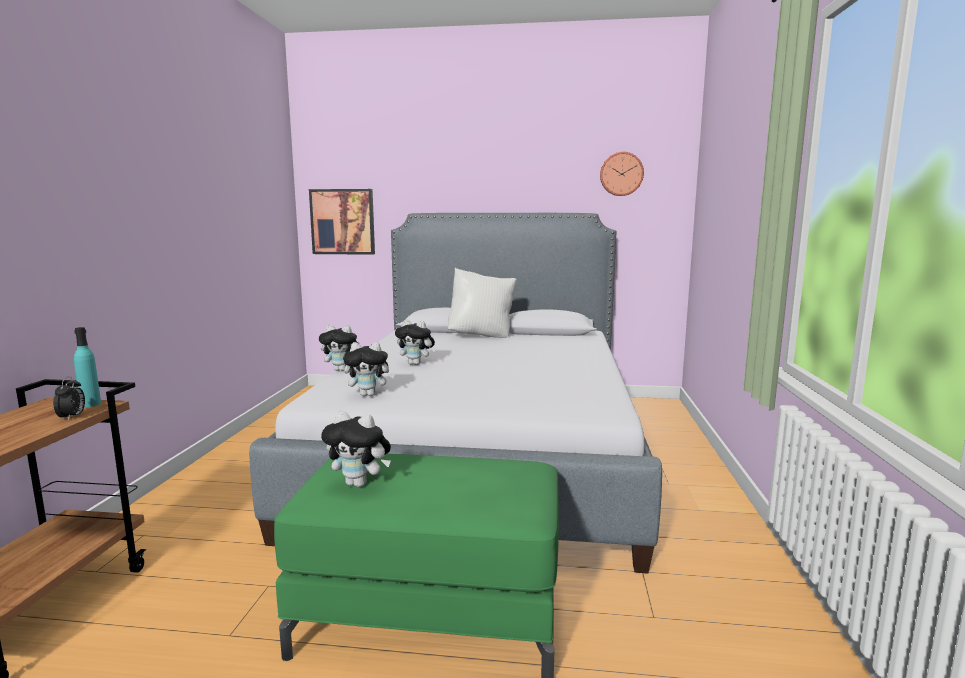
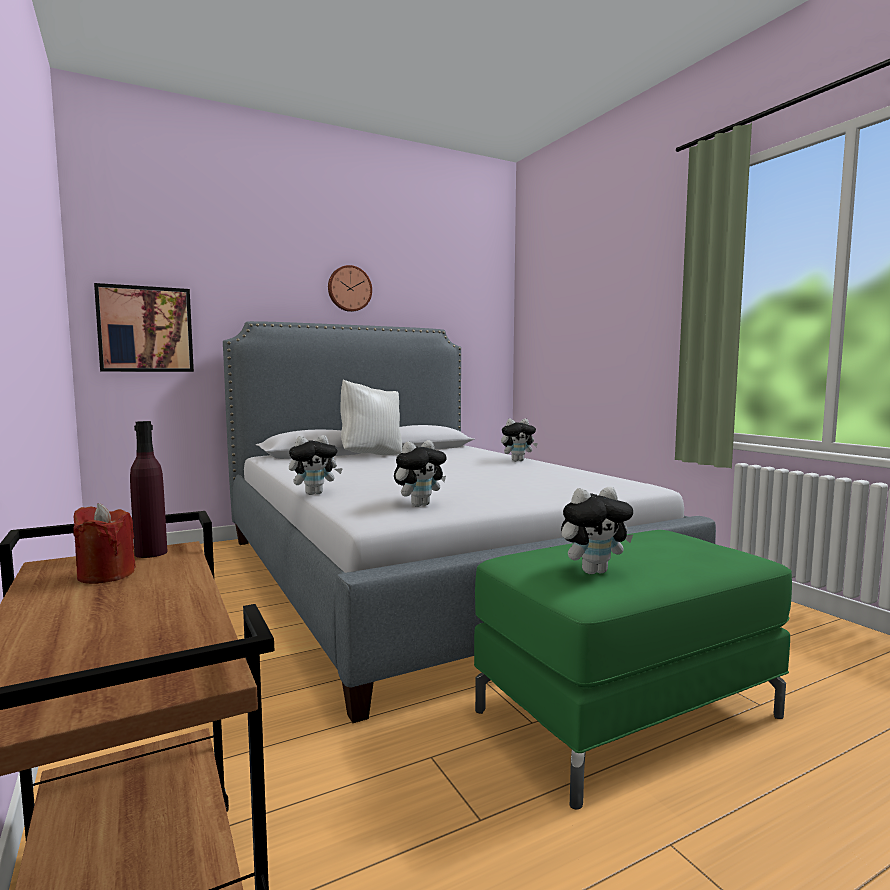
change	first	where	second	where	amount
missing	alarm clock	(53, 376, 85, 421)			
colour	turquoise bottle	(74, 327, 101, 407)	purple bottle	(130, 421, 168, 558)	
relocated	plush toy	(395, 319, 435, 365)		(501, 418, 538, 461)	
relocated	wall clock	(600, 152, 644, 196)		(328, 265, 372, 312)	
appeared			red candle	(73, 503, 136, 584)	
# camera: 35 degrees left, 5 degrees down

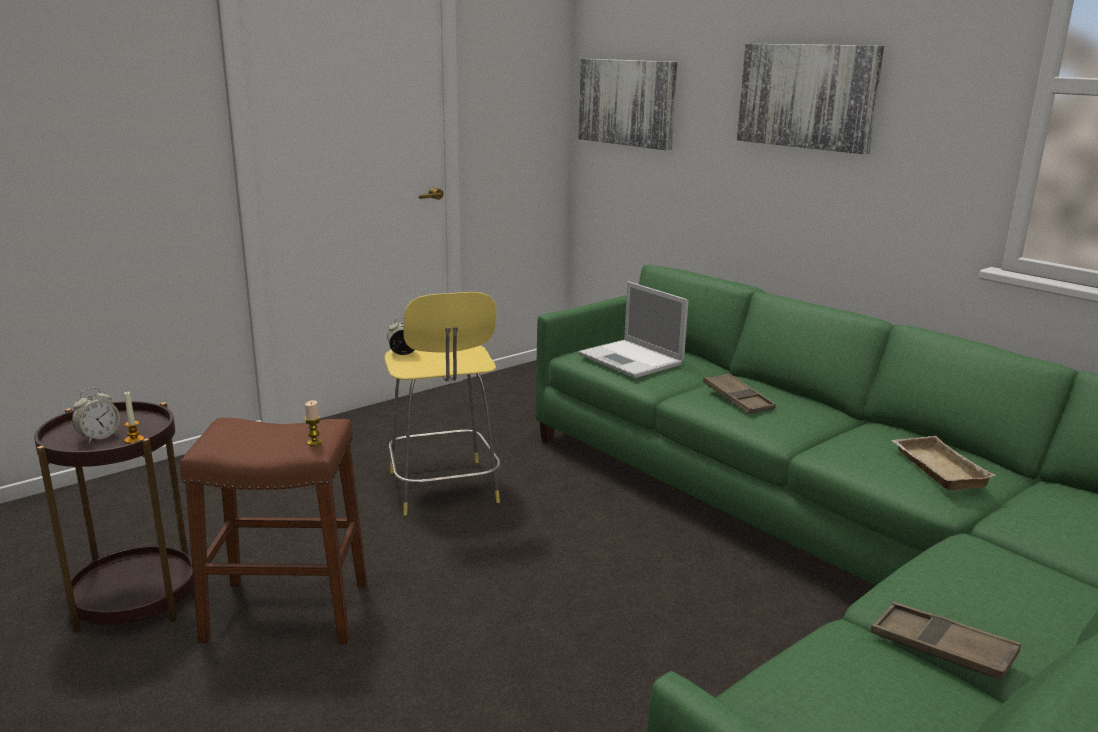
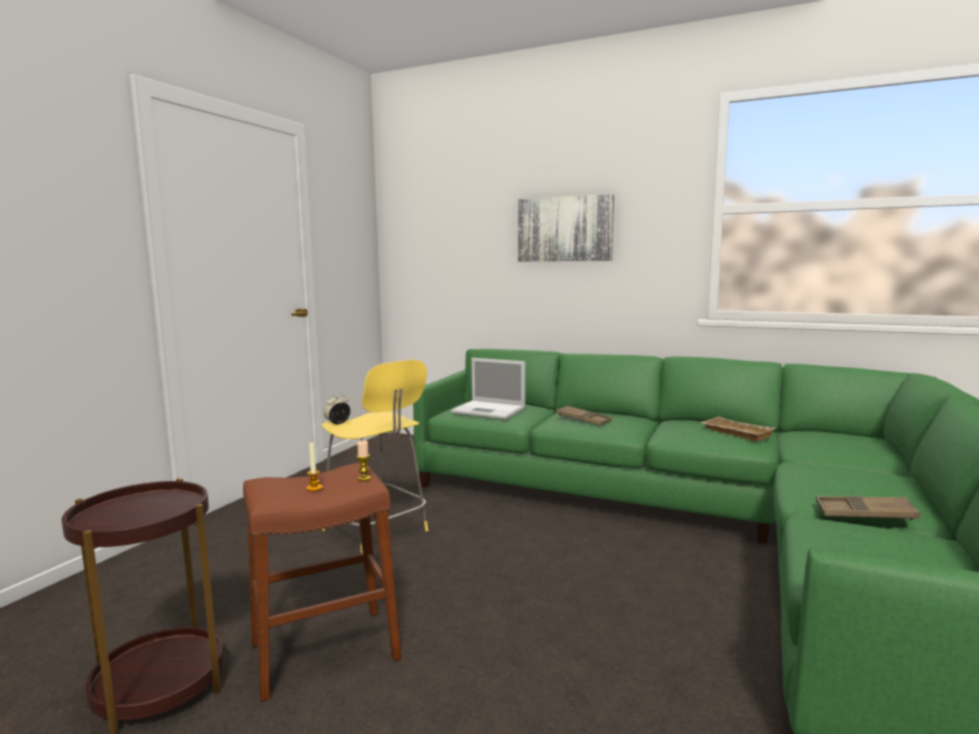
change	first	where	second	where	amount
missing	alarm clock	(72, 387, 120, 443)			
relocated	candle	(124, 391, 144, 444)		(306, 441, 323, 492)	
missing	picture	(579, 59, 677, 150)			
# camera: 25 degrees left, 10 degrees down

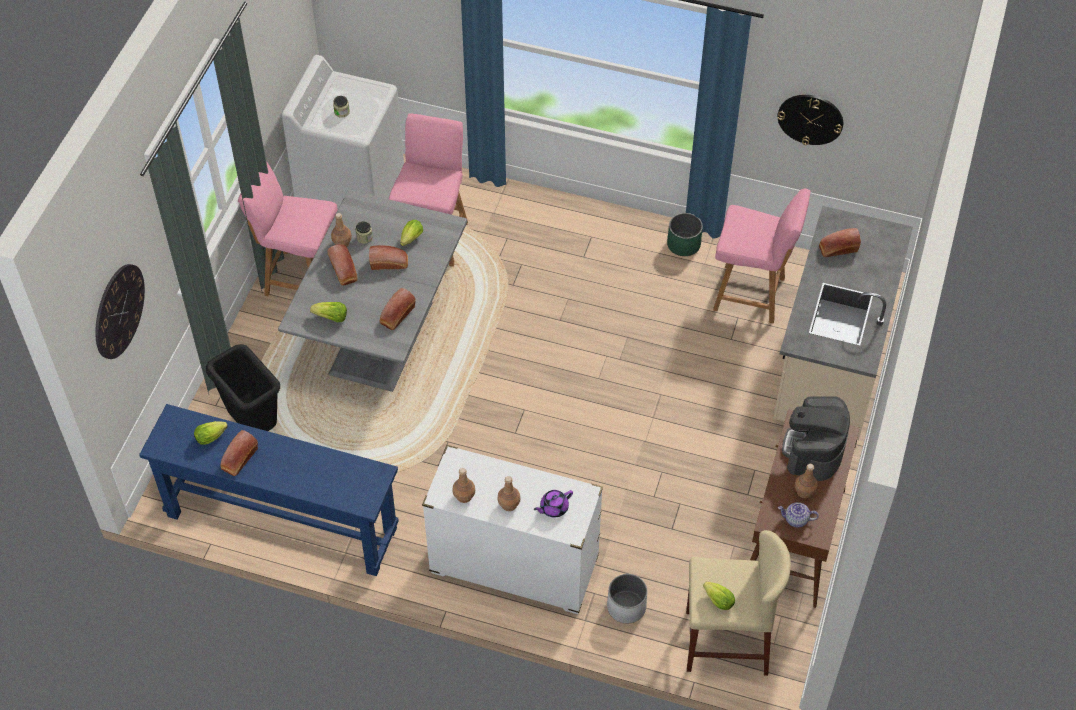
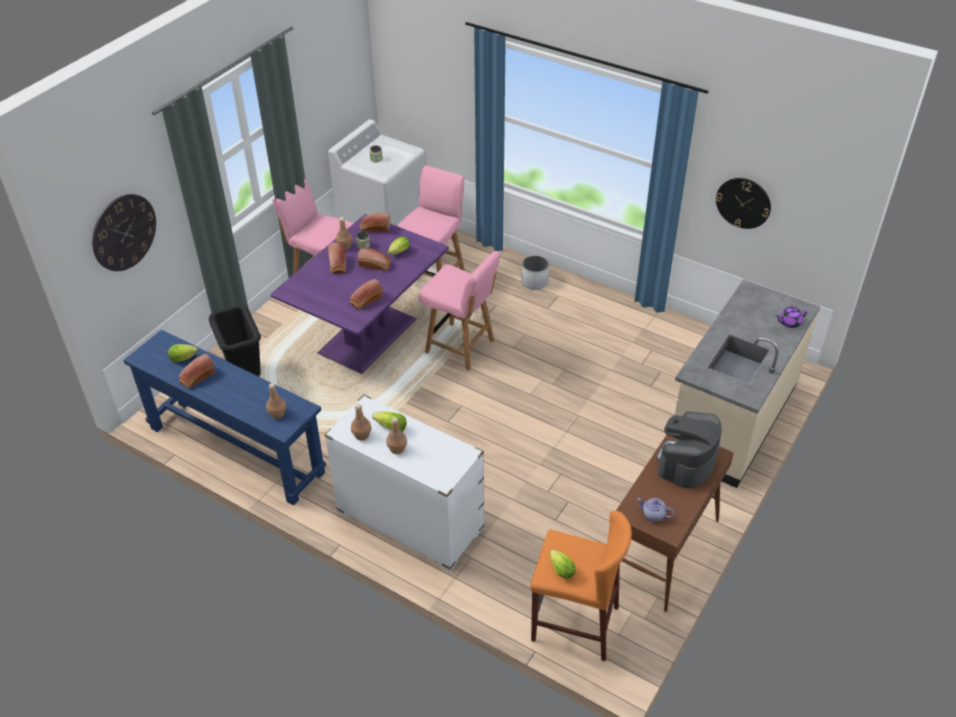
change	first	where	second	where	amount
colour	grey dining table	(278, 190, 467, 392)	purple dining table	(271, 214, 449, 374)	
relocated	lettuce	(310, 302, 347, 322)		(372, 411, 407, 432)	
relocated	purple teapot	(534, 490, 573, 518)		(776, 307, 808, 328)	
relocated	white planter	(607, 574, 647, 623)		(521, 255, 549, 290)	
missing	green planter	(667, 213, 703, 256)			
colour	beige stool	(686, 530, 791, 676)	orange stool	(530, 511, 632, 661)	
relocated	pink chair	(713, 189, 811, 323)		(419, 251, 501, 371)	
relocated	brown bottle	(795, 464, 818, 498)		(266, 383, 286, 419)	
relocated	bread	(819, 228, 861, 257)		(360, 213, 390, 233)	
# camera: 15 degrees right, 10 degrees down

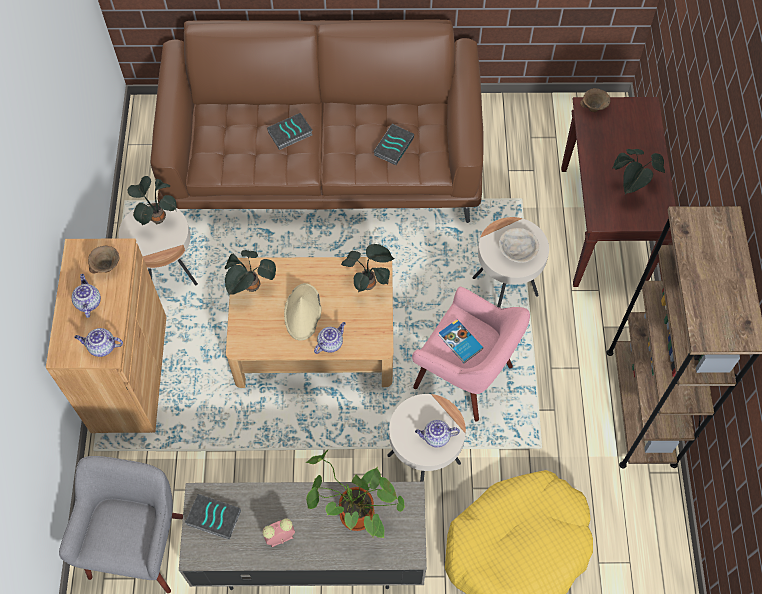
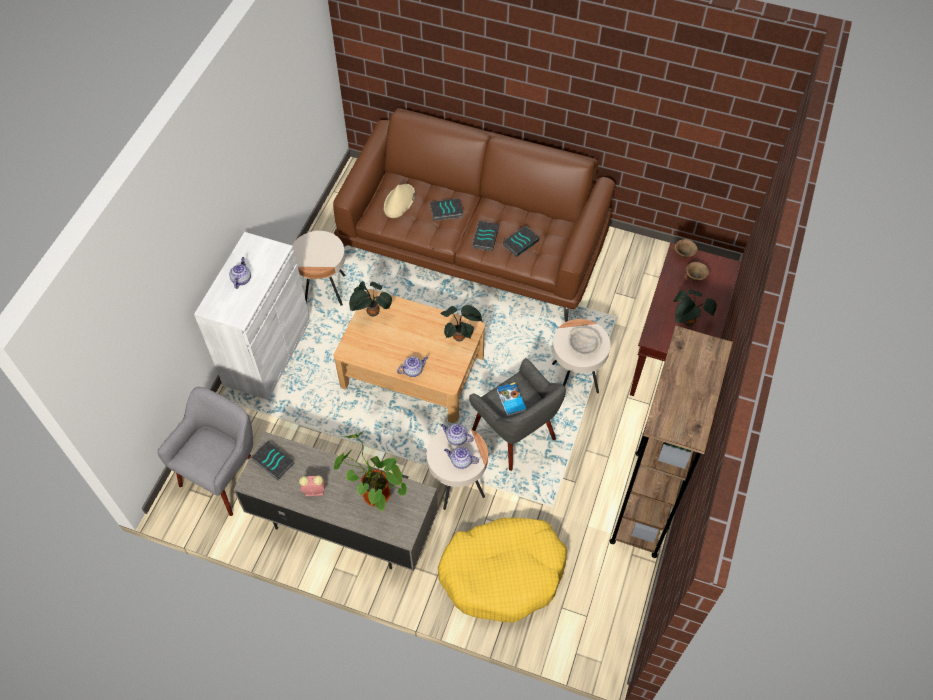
change	first	where	second	where	amount
colour	brown cabinet	(46, 238, 166, 433)	white cabinet	(194, 232, 310, 400)	
relocated	teapot	(74, 328, 123, 357)		(441, 424, 474, 446)	
relocated	brown bowl	(88, 246, 120, 273)		(684, 262, 709, 282)	
missing	potted plant	(128, 176, 177, 226)			
relocated	beige hat	(284, 283, 321, 341)		(384, 184, 415, 218)	
colour	pink armchair	(412, 287, 530, 422)	grey armchair	(469, 358, 566, 471)	
appeared			book	(472, 221, 499, 251)	
# camera: 20 degrees right, 5 degrees down

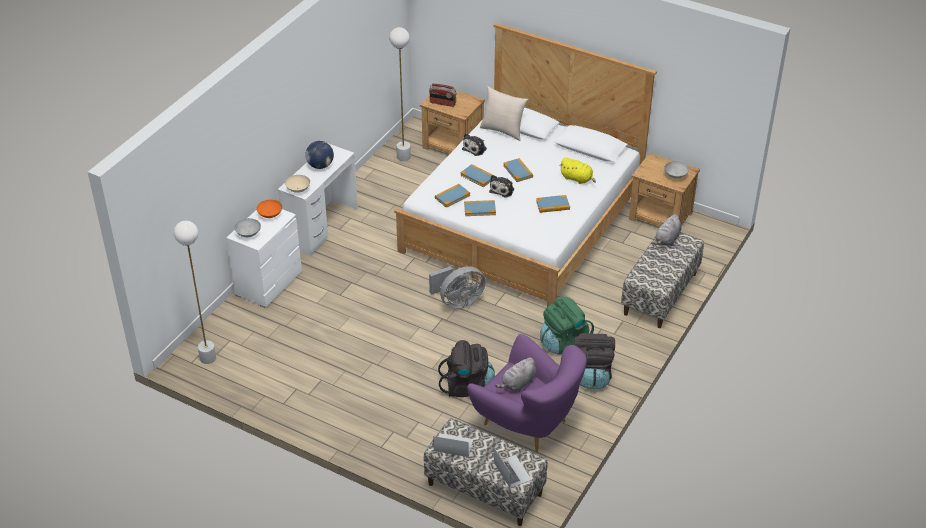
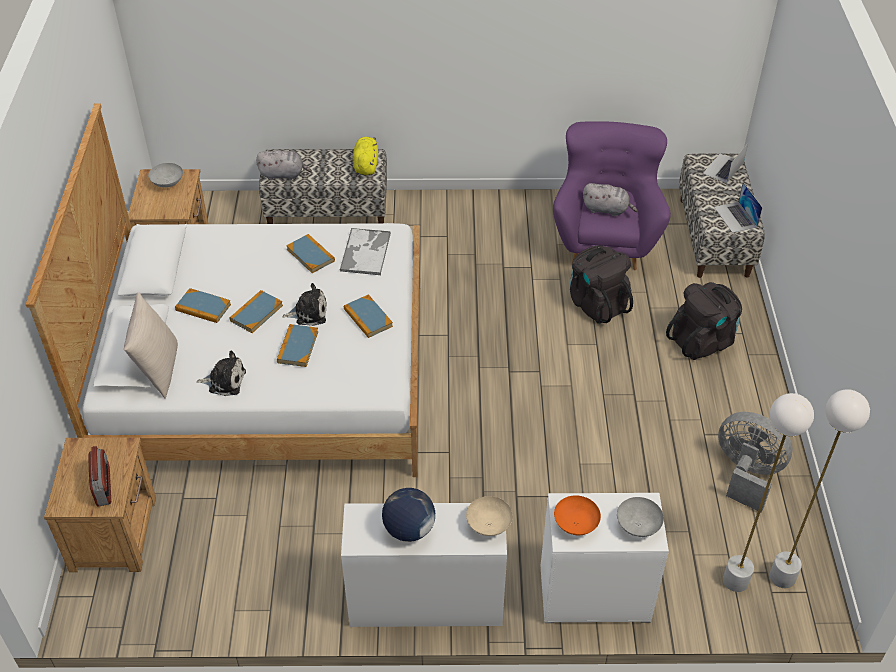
change	first	where	second	where	amount
relocated	white floor lamp	(389, 27, 411, 161)		(723, 393, 814, 592)	
relocated	grey fan	(429, 266, 486, 309)		(718, 412, 793, 512)	
relocated	book	(435, 184, 470, 208)		(175, 288, 231, 323)	
missing	green backpack	(540, 297, 594, 354)			
relocated	yellow plush toy	(559, 158, 596, 184)		(353, 137, 378, 175)	
relocated	black backpack	(574, 333, 615, 389)		(666, 282, 742, 360)	
appeared			tray	(340, 227, 391, 275)	
# camera: 120 degrees left, 5 degrees up

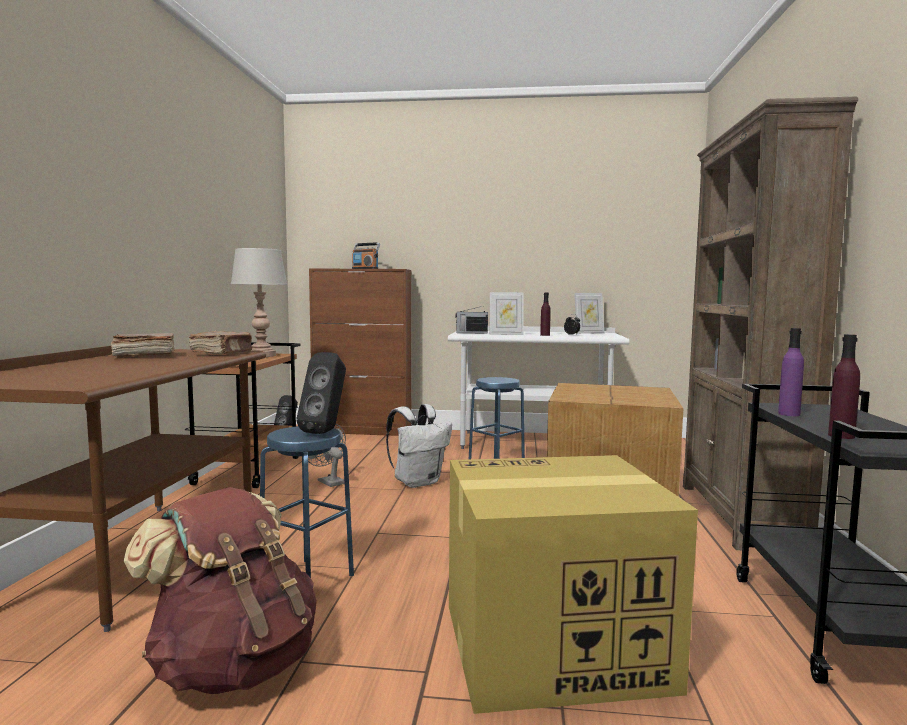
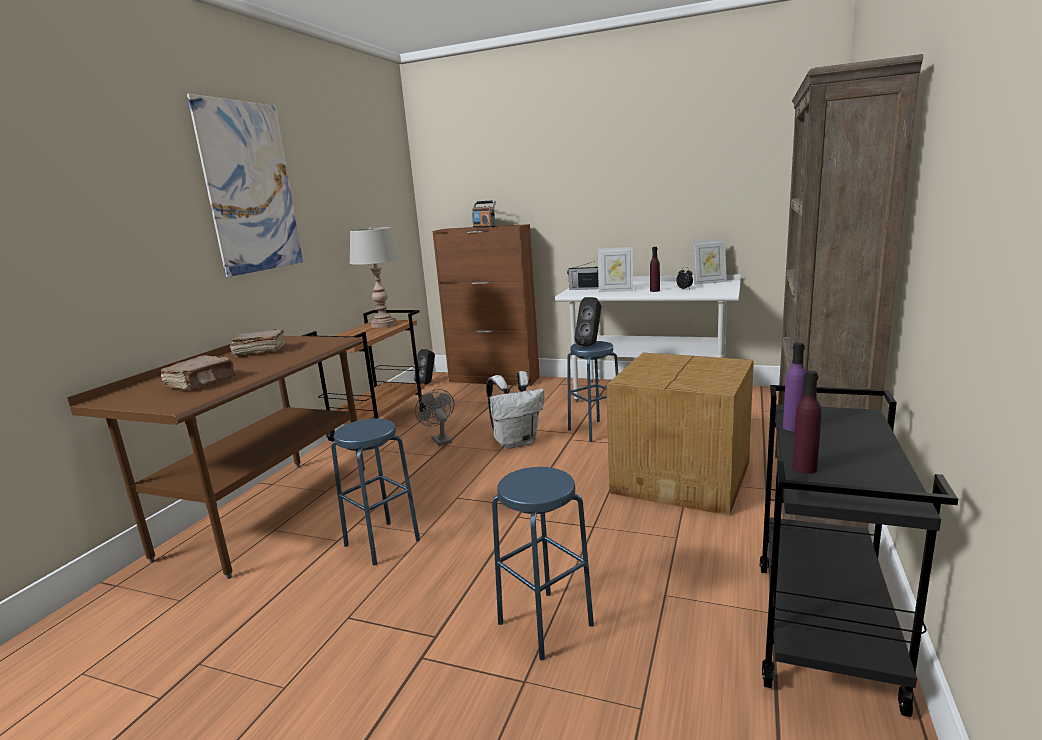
change	first	where	second	where	amount
missing	brown backpack	(124, 487, 317, 694)			
relocated	brown book	(189, 331, 252, 354)		(160, 355, 235, 390)	
relocated	black speaker	(296, 352, 346, 434)		(574, 297, 601, 346)	
exchanged	cardboard box	(449, 455, 698, 714)	blue stool	(492, 467, 594, 660)	
appeared			picture	(187, 94, 303, 277)	
# camera: 15 degrees right, 10 degrees up

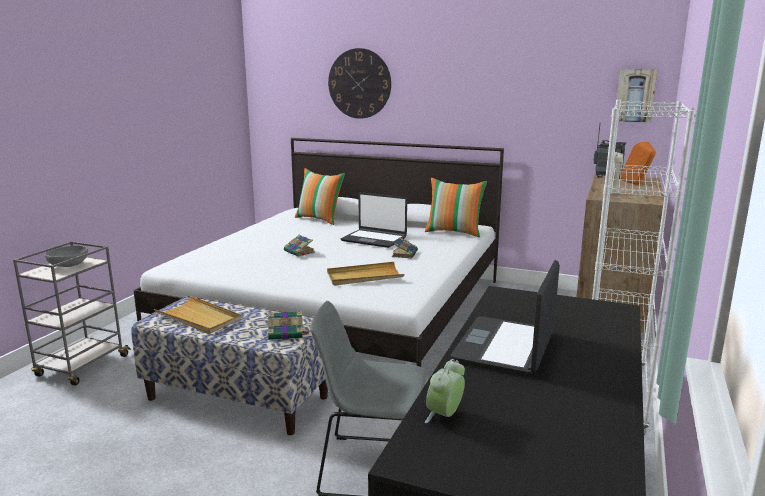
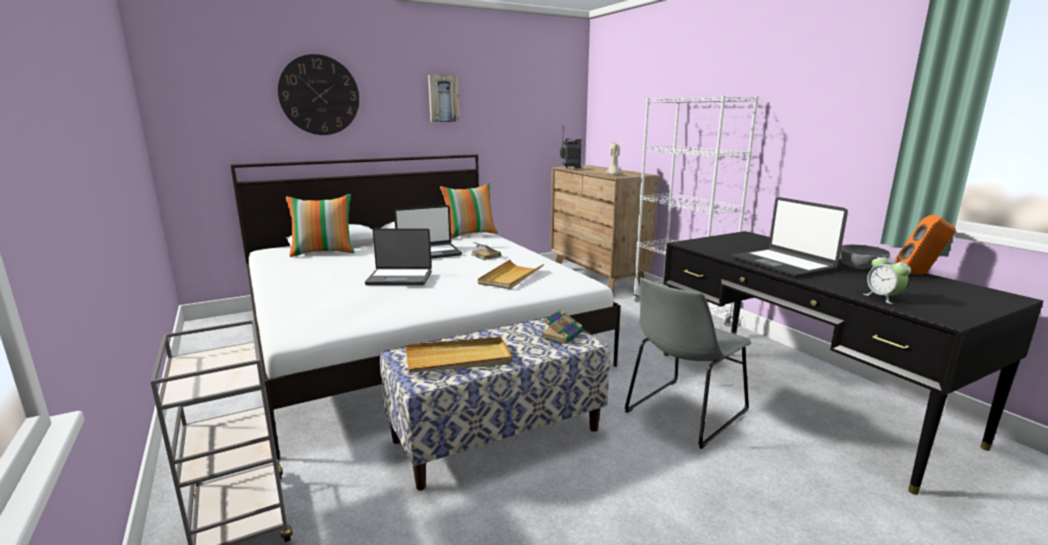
change	first	where	second	where	amount
relocated	grey bowl	(45, 245, 88, 267)		(839, 245, 890, 269)	
exchanged	book	(284, 235, 315, 257)	laptop	(365, 228, 432, 285)	
relocated	picture	(617, 69, 657, 123)		(428, 75, 459, 122)	
relocated	orange speaker	(621, 142, 656, 185)		(895, 215, 956, 275)	
# camera: 50 degrees left, 0 degrees up

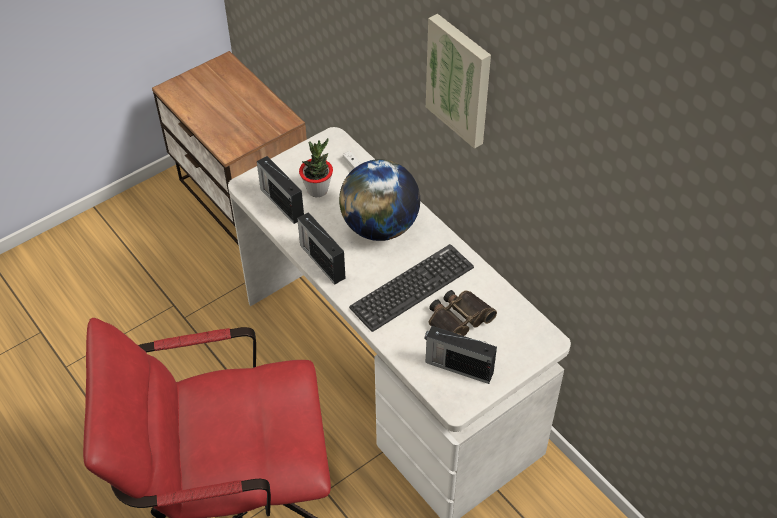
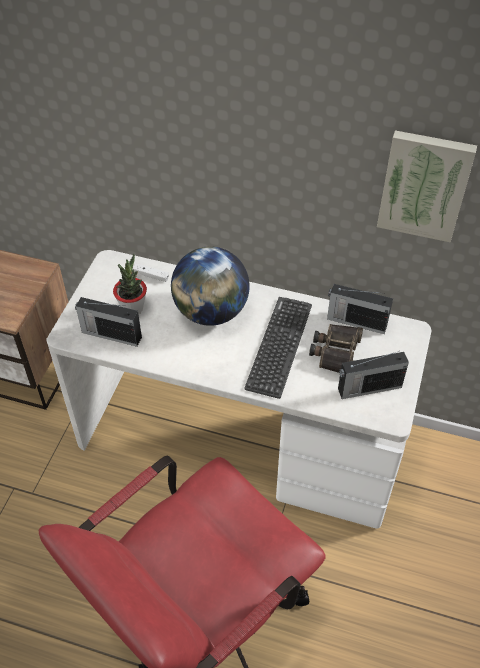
change	first	where	second	where	amount
relocated	radio	(297, 212, 346, 285)		(327, 284, 393, 334)	
relocated	picture	(426, 14, 491, 149)		(377, 130, 477, 243)	
# camera: 35 degrees left, 0 degrees up

